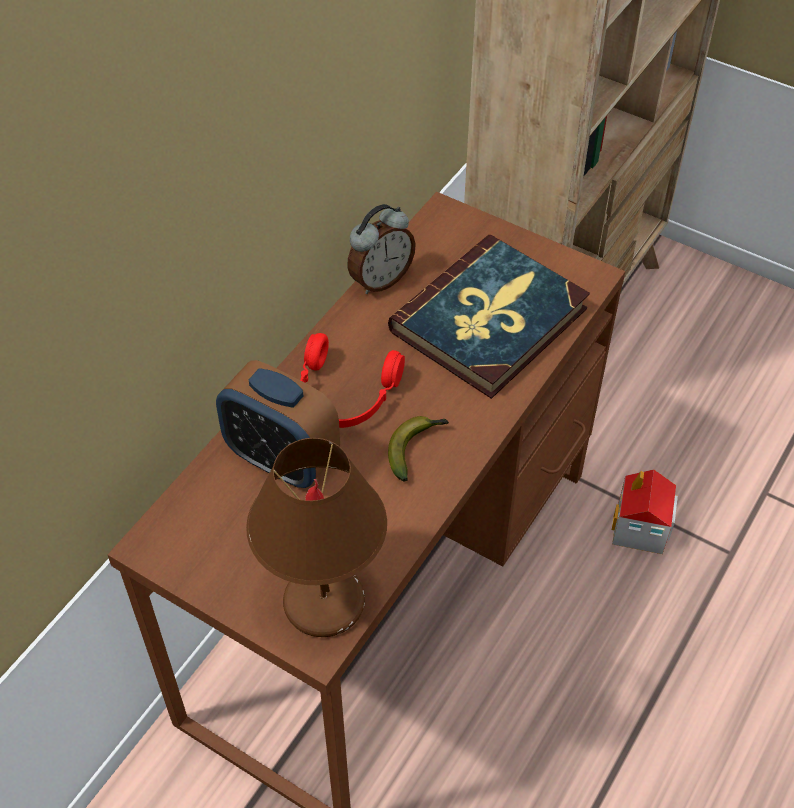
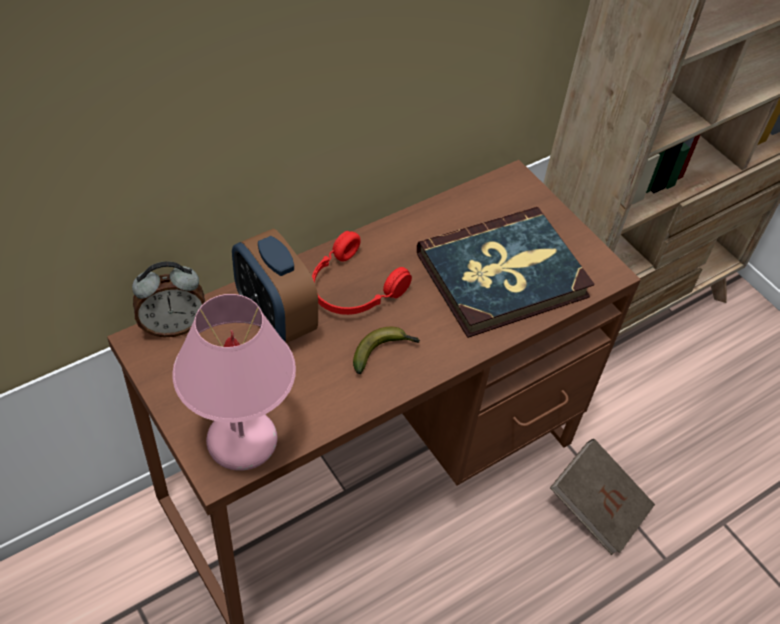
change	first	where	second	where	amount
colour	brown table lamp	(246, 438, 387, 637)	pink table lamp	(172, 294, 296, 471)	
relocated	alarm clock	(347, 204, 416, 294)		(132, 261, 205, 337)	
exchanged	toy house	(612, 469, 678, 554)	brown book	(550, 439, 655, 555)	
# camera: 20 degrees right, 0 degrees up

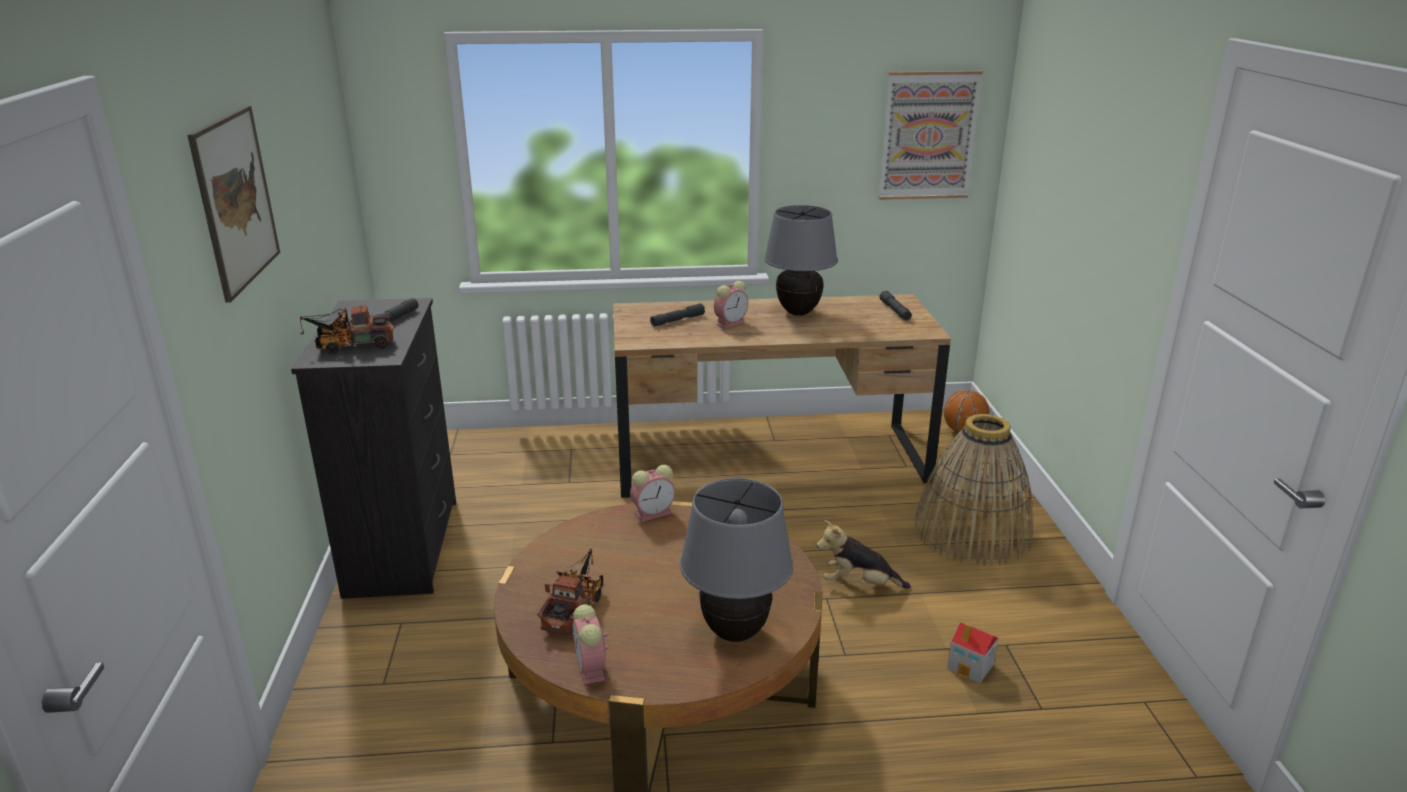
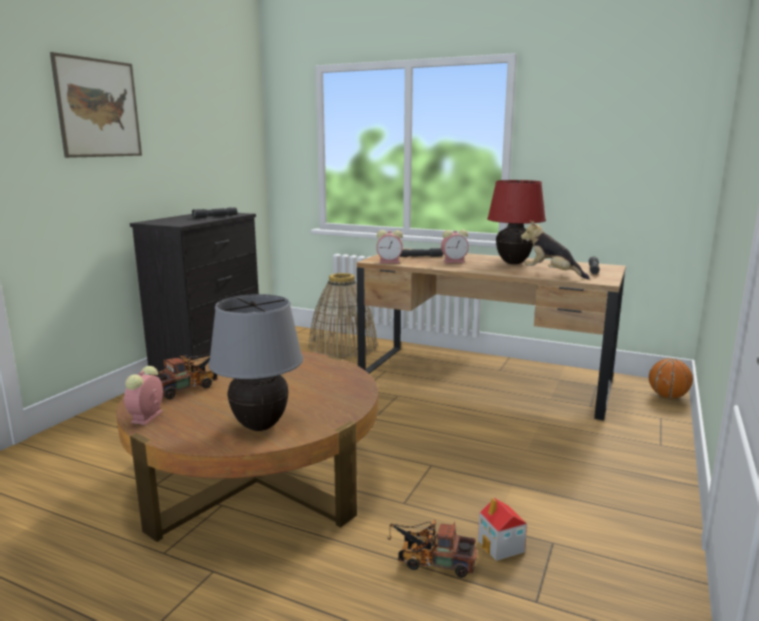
change	first	where	second	where	amount
relocated	toy truck	(300, 304, 394, 354)		(388, 520, 478, 578)	
relocated	alarm clock	(630, 465, 675, 522)		(376, 230, 403, 263)	
colour	grey table lamp	(764, 205, 838, 316)	red table lamp	(487, 180, 546, 264)	
relocated	plush toy	(816, 520, 911, 589)		(521, 220, 590, 279)	
missing	picture	(878, 71, 983, 200)			
relocated	basket	(914, 414, 1034, 566)		(308, 273, 378, 359)	
# camera: 30 degrees right, 10 degrees down

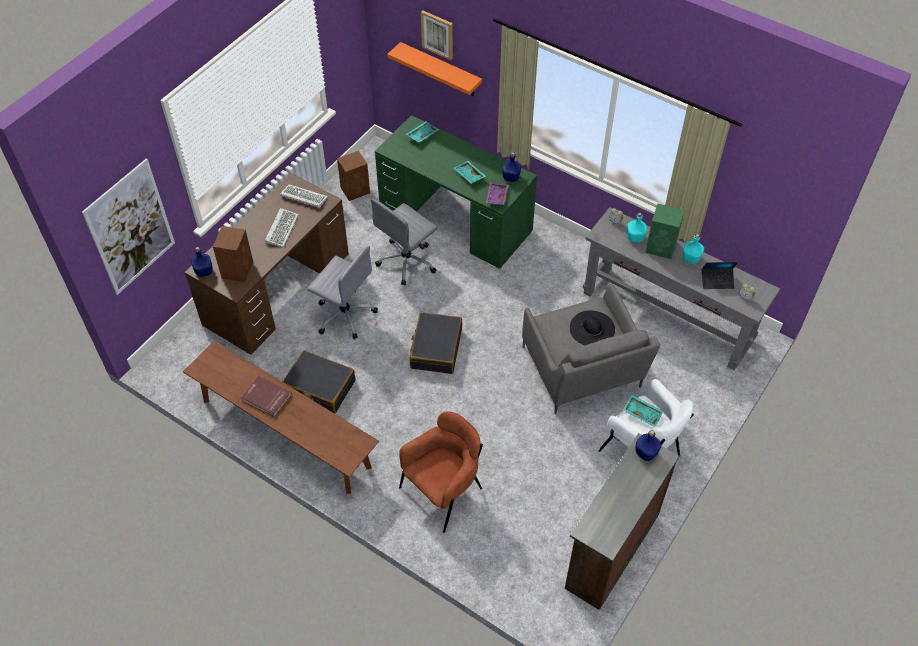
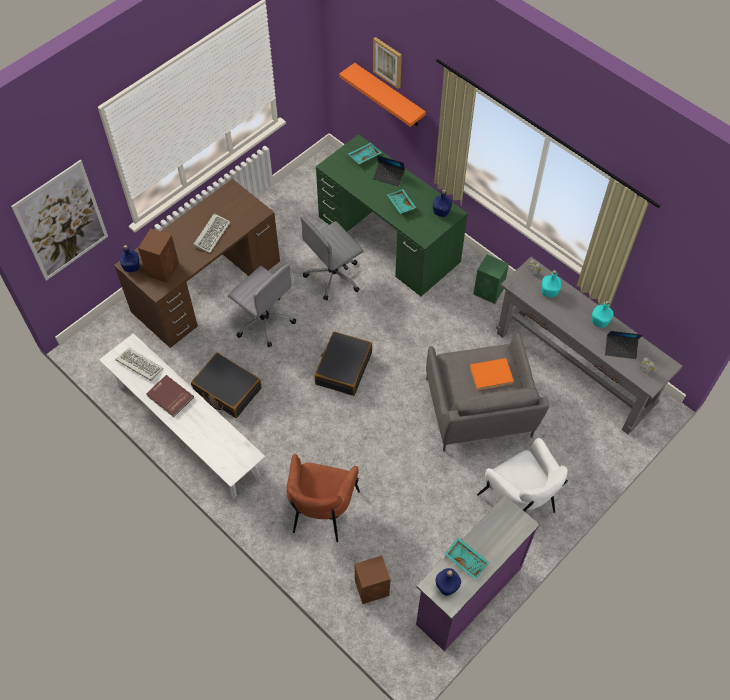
change	first	where	second	where	amount
colour	brown bench	(183, 340, 379, 494)	white bench	(99, 333, 265, 498)	
relocated	keyboard	(280, 184, 328, 208)		(116, 348, 163, 381)	
relocated	brown speaker	(337, 151, 370, 201)		(355, 556, 391, 604)	
spun	brown armchair	(399, 411, 483, 533)		(286, 454, 360, 542)	135 degrees clockwise
missing	purple tray	(486, 182, 508, 205)			
colour	brown dresser	(565, 433, 679, 610)	purple dresser	(416, 495, 540, 651)	
exchanged	black hat	(570, 311, 615, 345)	orange book	(470, 358, 514, 390)	
relocated	turquoise tray	(623, 394, 663, 427)		(444, 537, 489, 580)	
relocated	blue bottle	(636, 430, 661, 461)		(436, 568, 461, 596)	
relocated	green speaker	(645, 204, 685, 259)		(473, 254, 509, 304)	
appeared			laptop	(373, 155, 405, 187)	
# camera: 10 degrees right, 5 degrees up

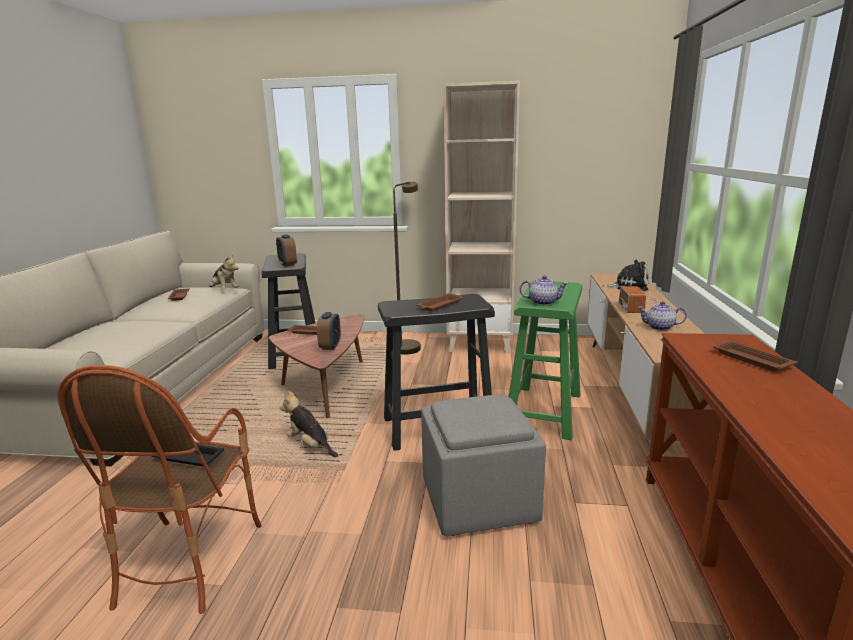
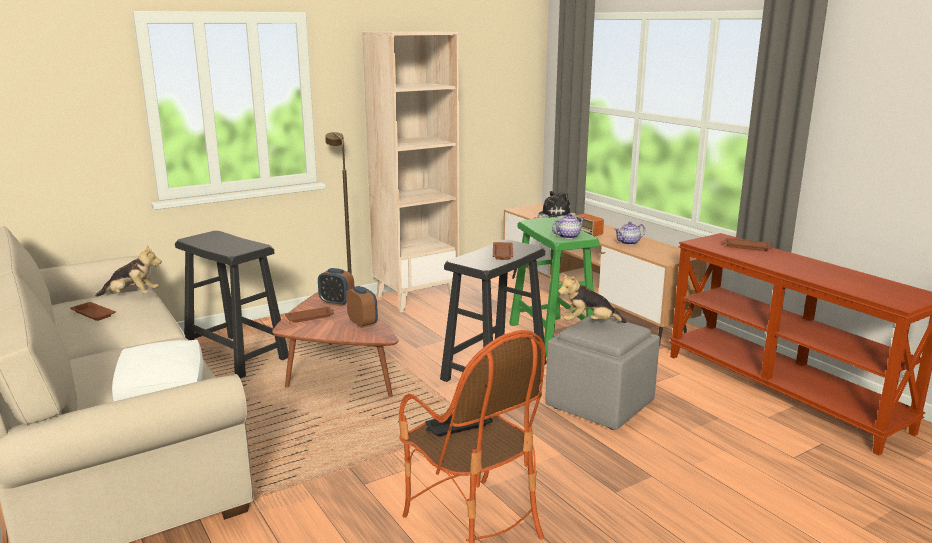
change	first	where	second	where	amount
relocated	alarm clock	(276, 234, 297, 267)		(318, 268, 354, 306)	
relocated	plush toy	(280, 391, 338, 457)		(558, 273, 627, 323)	
appeared			white pillow	(112, 340, 203, 401)	
# camera: 40 degrees left, 0 degrees up

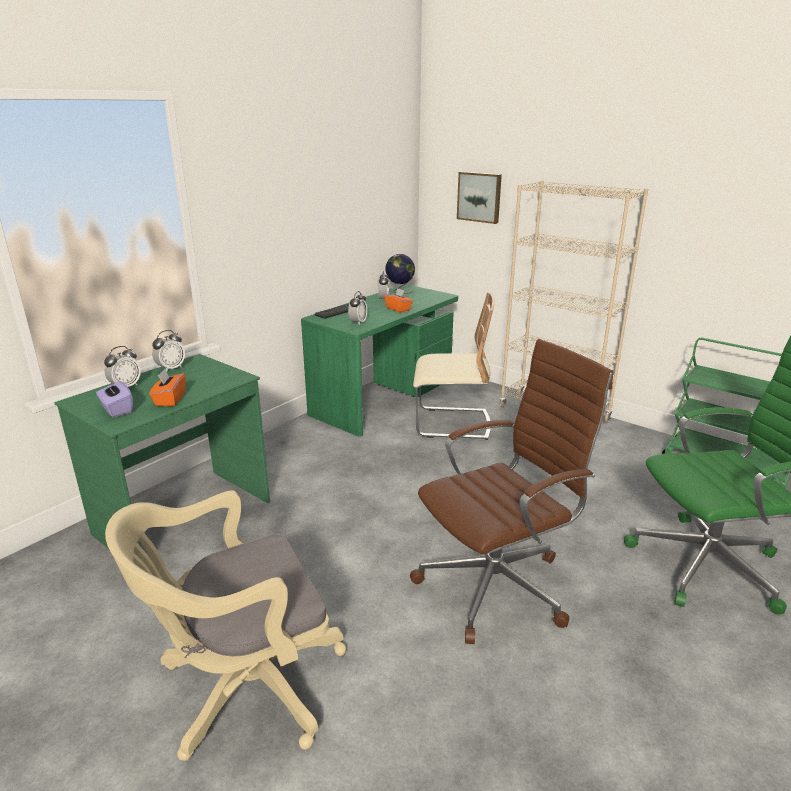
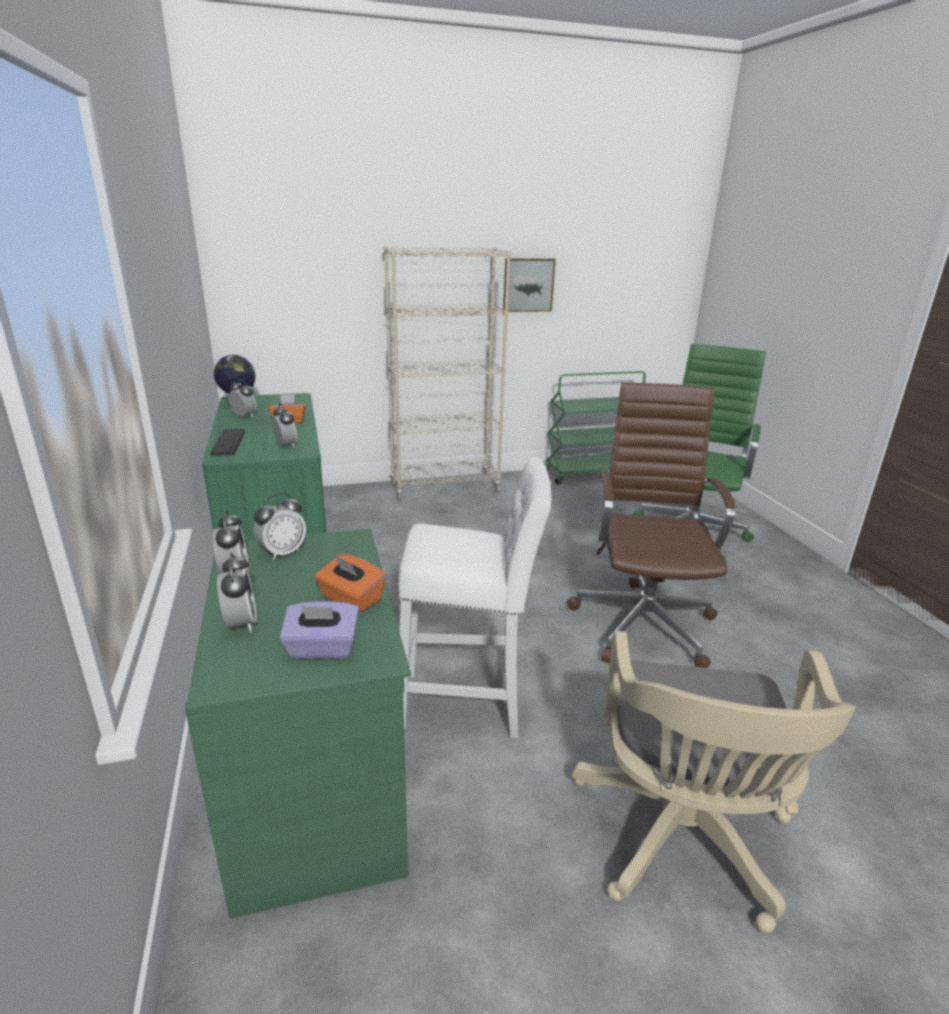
change	first	where	second	where	amount
missing	beige chair	(413, 292, 495, 440)			
relocated	picture	(457, 172, 502, 224)		(503, 258, 556, 312)	
appeared			alarm clock	(254, 493, 306, 560)	
appeared			white stool	(398, 456, 552, 738)	
# camera: 55 degrees left, 0 degrees up

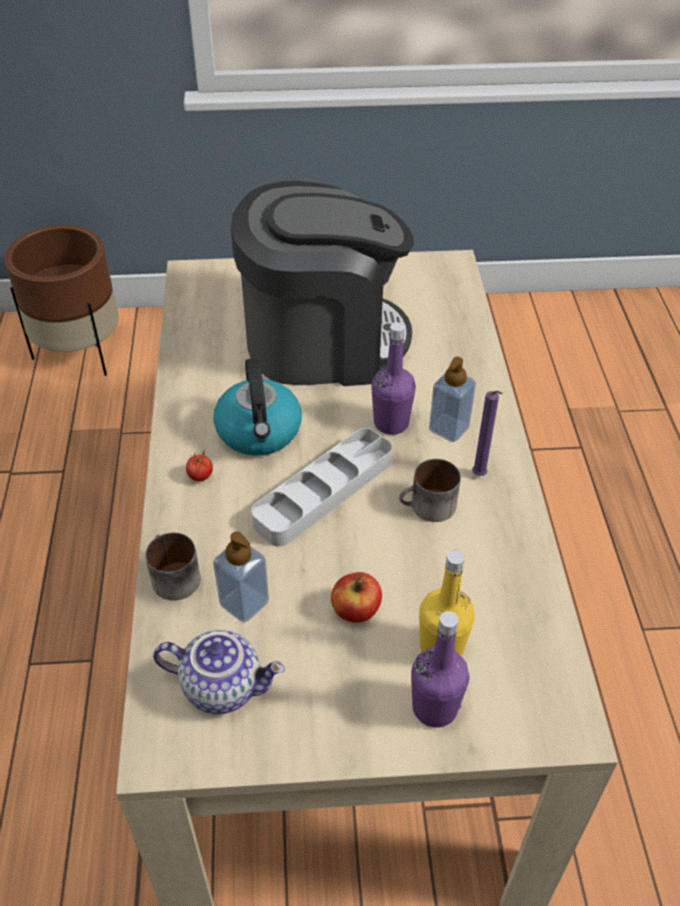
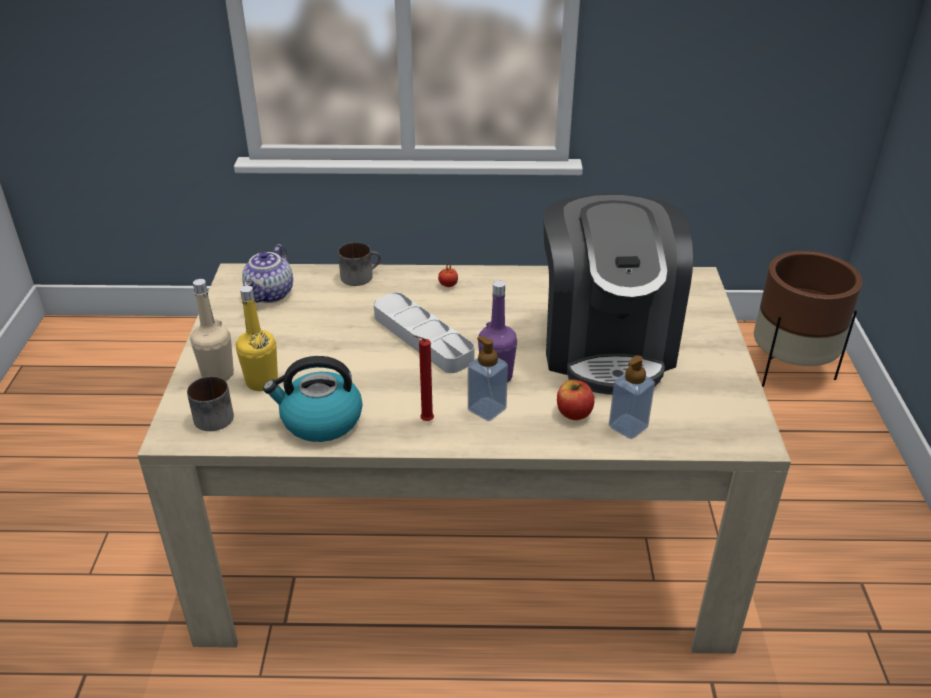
change	first	where	second	where	amount
relocated	kettle	(213, 358, 302, 456)		(263, 356, 363, 442)	
relocated	soap dispenser	(213, 531, 269, 622)		(609, 355, 655, 439)	
relocated	apple	(331, 572, 382, 623)		(557, 380, 595, 420)	
relocated	mug	(399, 459, 461, 522)		(187, 376, 234, 431)	
colour	purple bottle	(411, 611, 470, 728)	beige bottle	(190, 279, 234, 381)	
colour	purple candle	(472, 391, 503, 476)	red candle	(413, 335, 434, 421)	
# camera: 95 degrees right, 10 degrees down

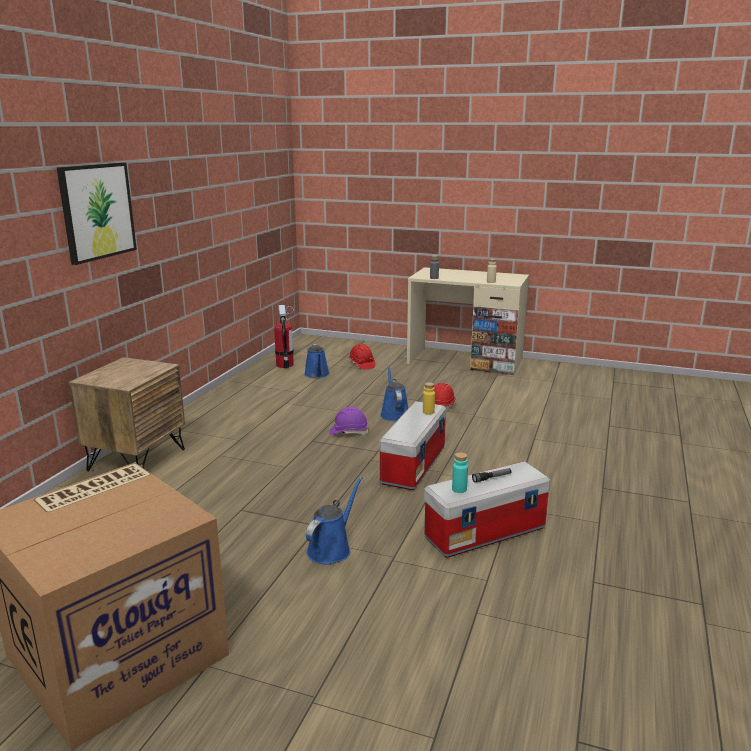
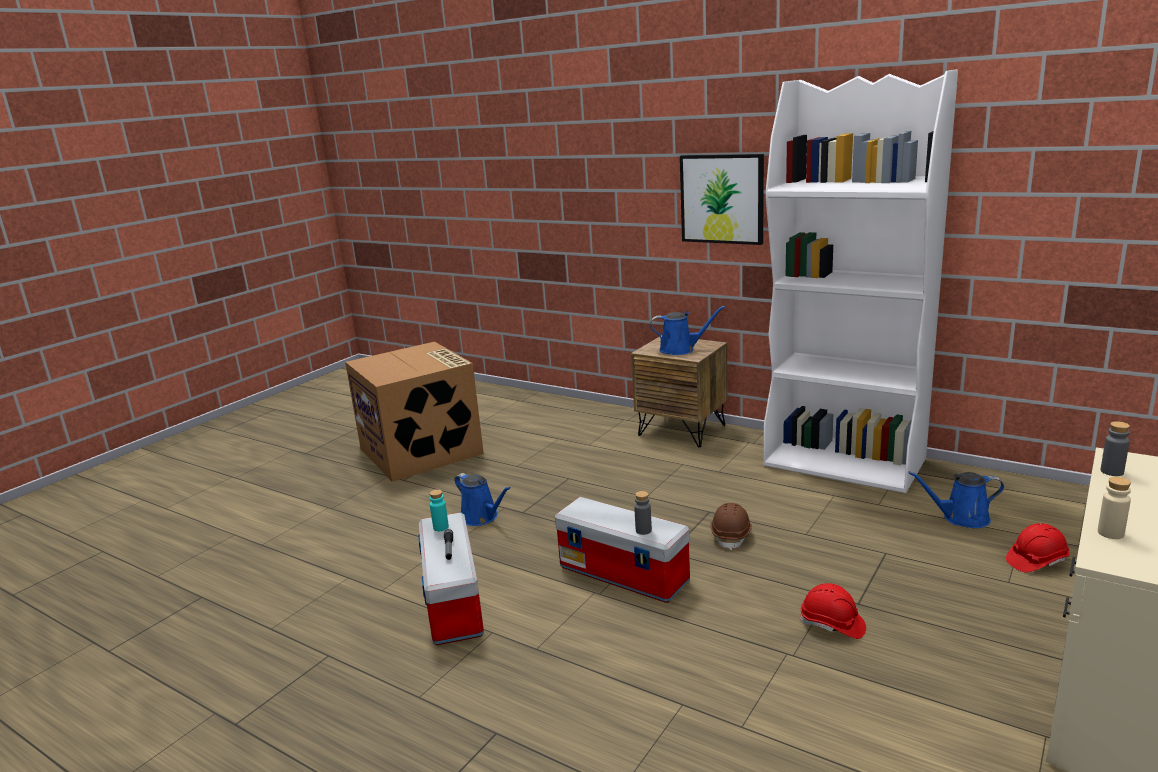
change	first	where	second	where	amount
missing	fire extinguisher	(274, 305, 294, 368)			
colour	purple hard hat	(329, 407, 369, 435)	brown hard hat	(710, 503, 752, 550)	
relocated	blue watering can	(380, 366, 408, 421)		(650, 306, 725, 355)	
colour	yellow bottle	(423, 382, 435, 415)	grey bottle	(634, 491, 652, 535)	
appeared			white bookcase	(764, 69, 958, 493)	
# camera: 105 degrees right, 0 degrees up

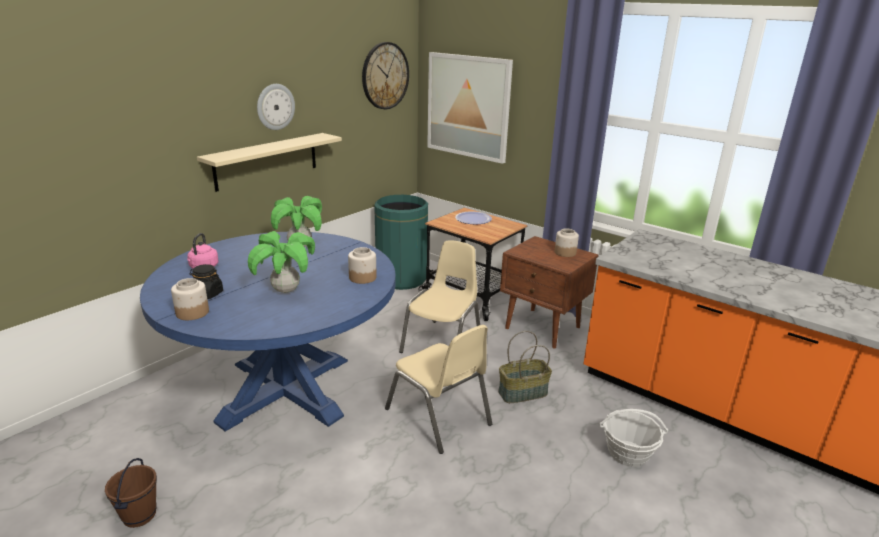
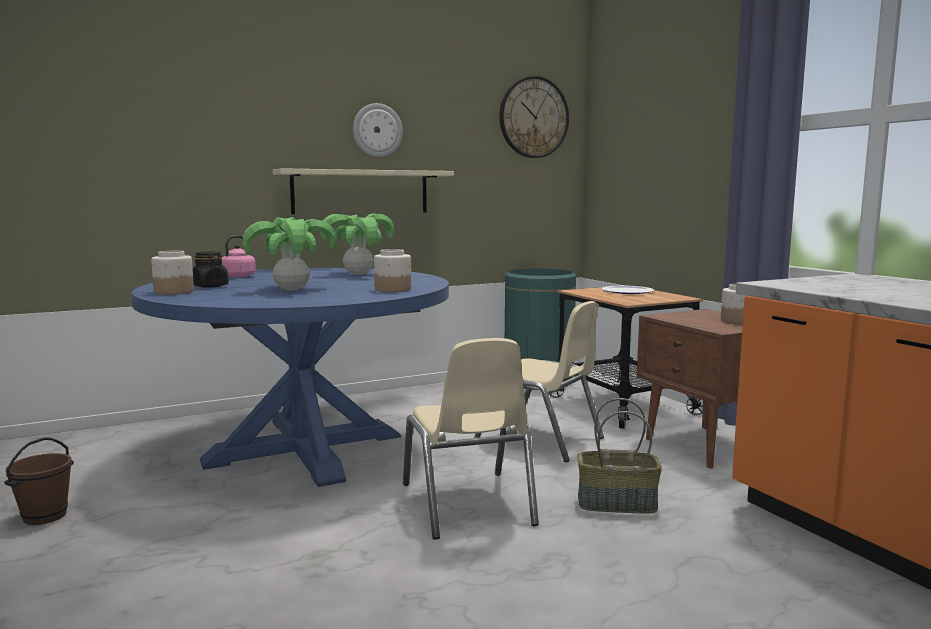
change	first	where	second	where	amount
spun	beige chair	(399, 240, 480, 353)		(474, 301, 604, 462)	75 degrees clockwise
missing	picture	(427, 52, 513, 164)			
missing	basket	(599, 409, 668, 467)			
# camera: 25 degrees right, 15 degrees down

